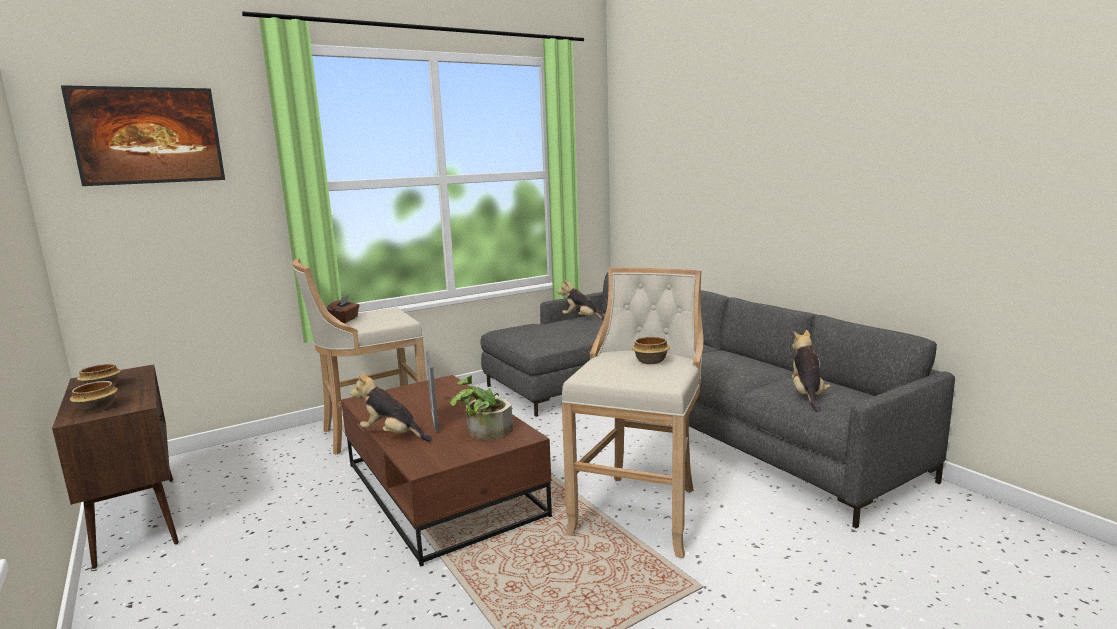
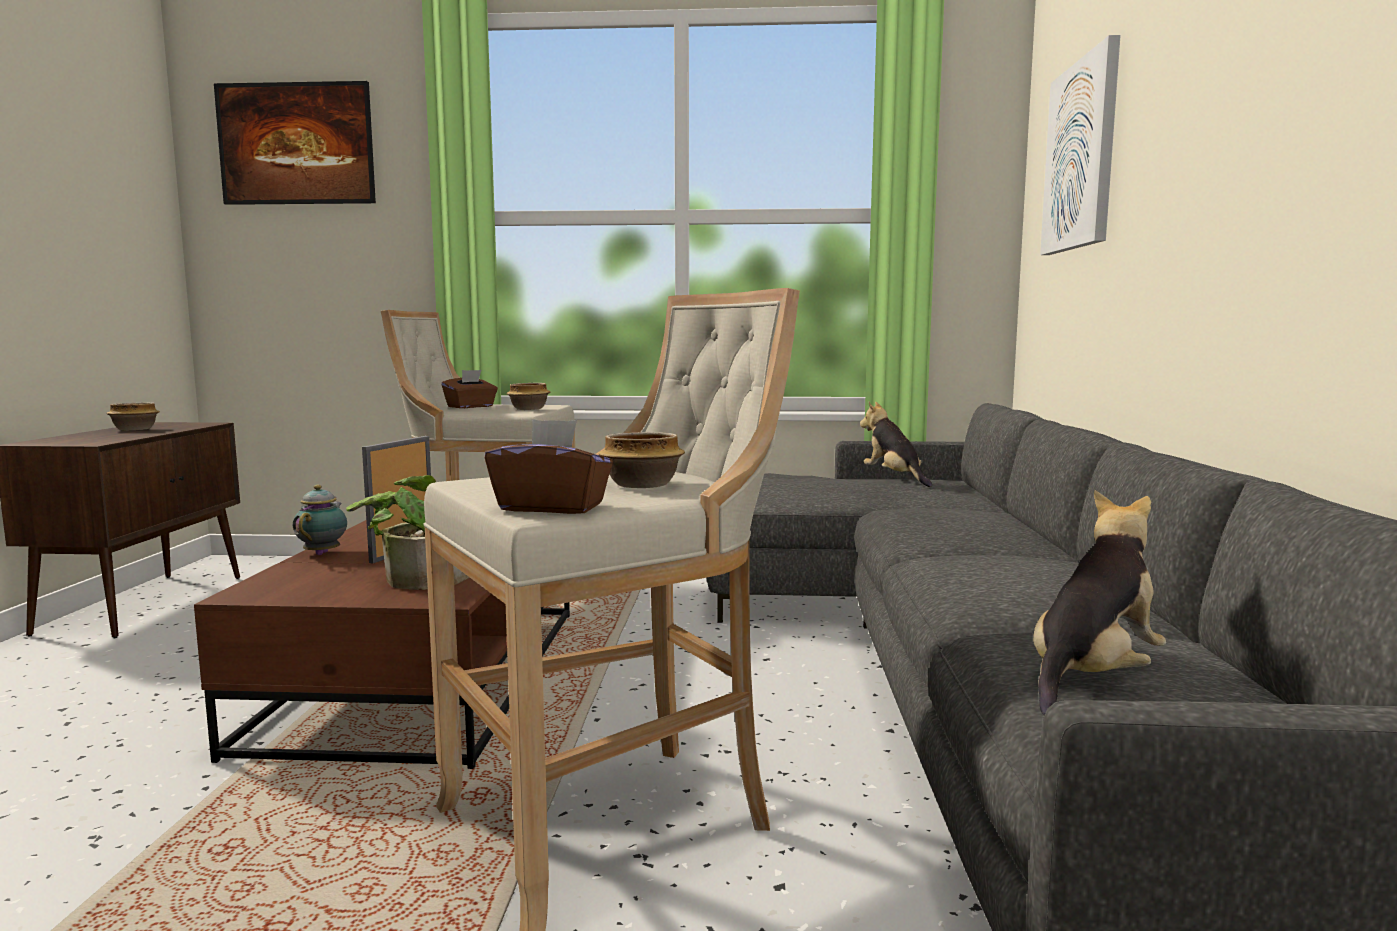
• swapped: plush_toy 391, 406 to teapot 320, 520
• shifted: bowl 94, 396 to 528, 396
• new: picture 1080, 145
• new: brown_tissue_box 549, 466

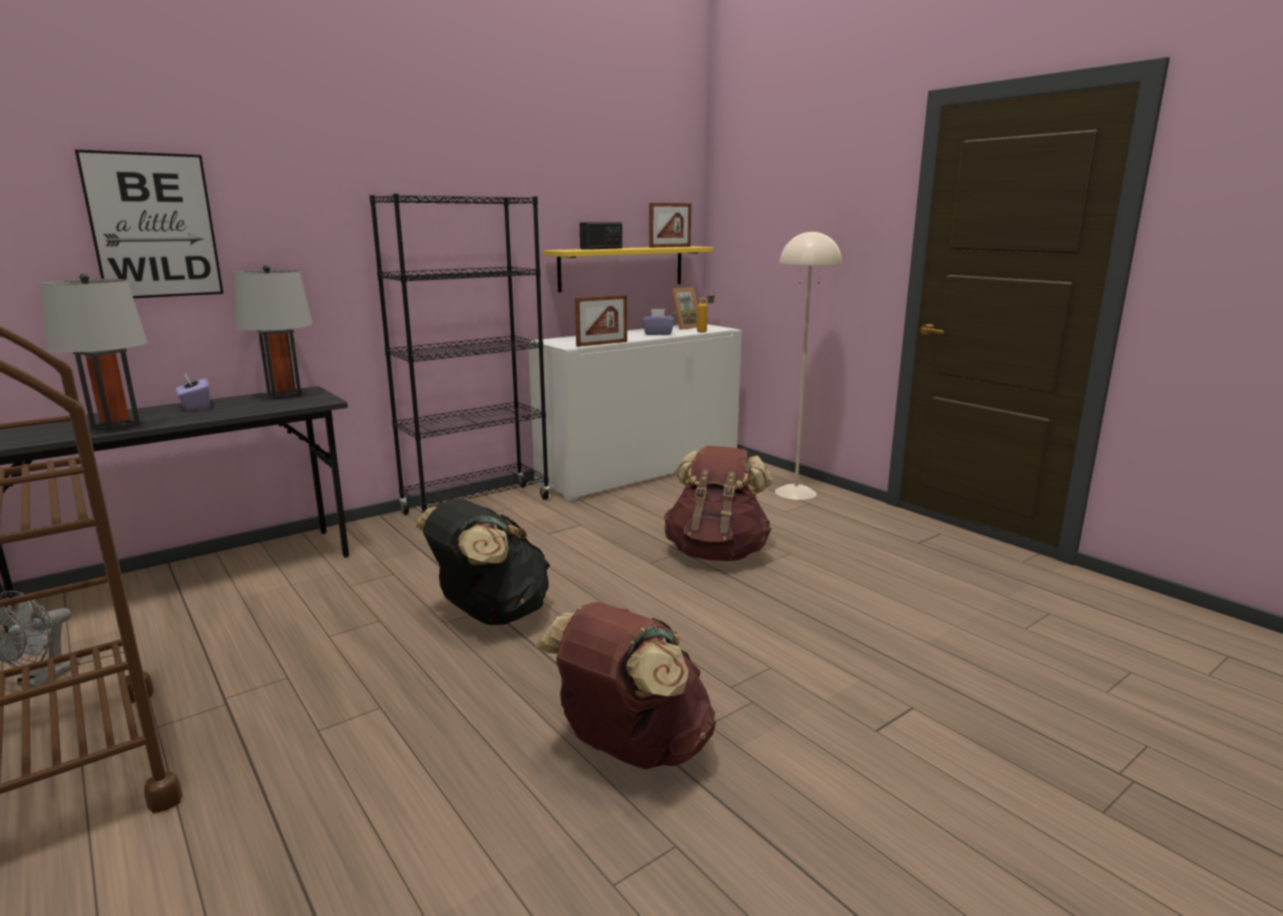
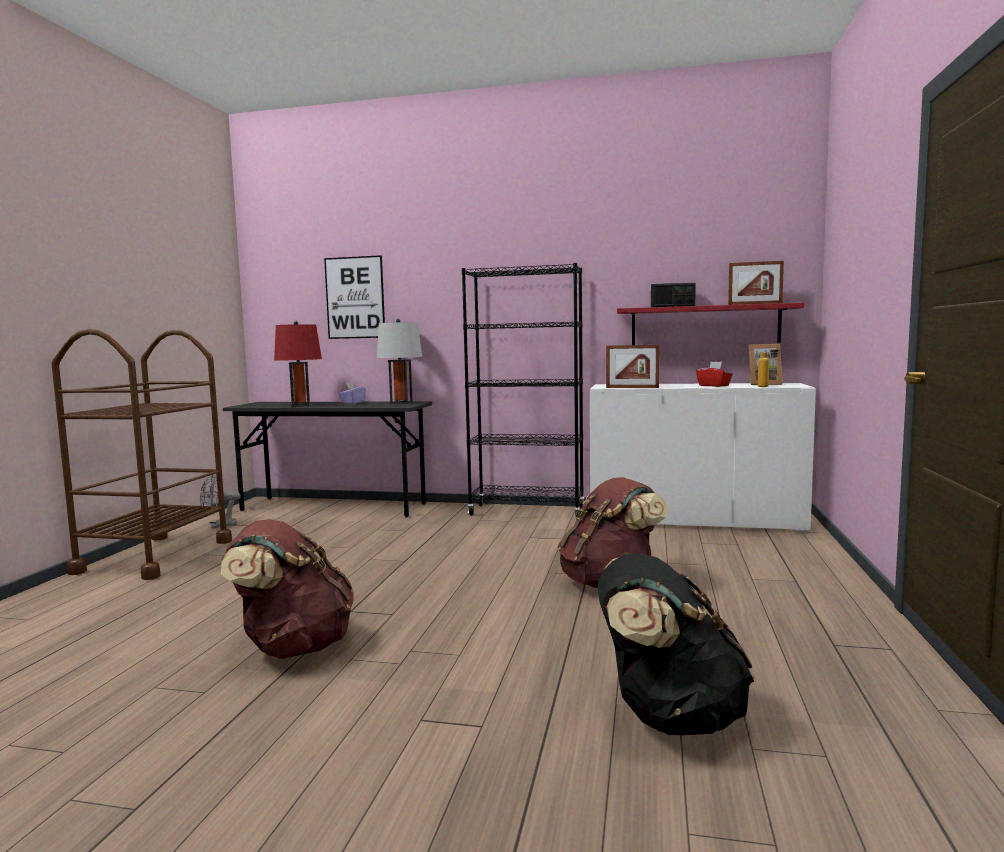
• gone: beige_floor_lamp 808, 365
• repainted: yellow_shelf 628, 269 to red_shelf 710, 324
• repainted: grey_table_lamp 94, 352 to red_table_lamp 298, 364
• repainted: purple_tissue_box 658, 322 to red_tissue_box 714, 374
• shifted: black_backpack 482, 562 to 676, 644

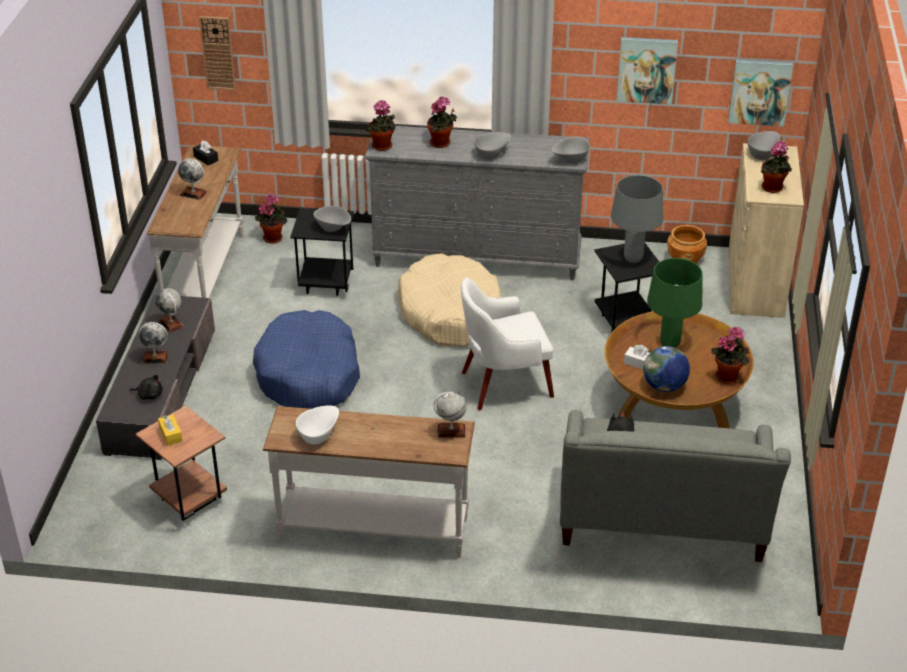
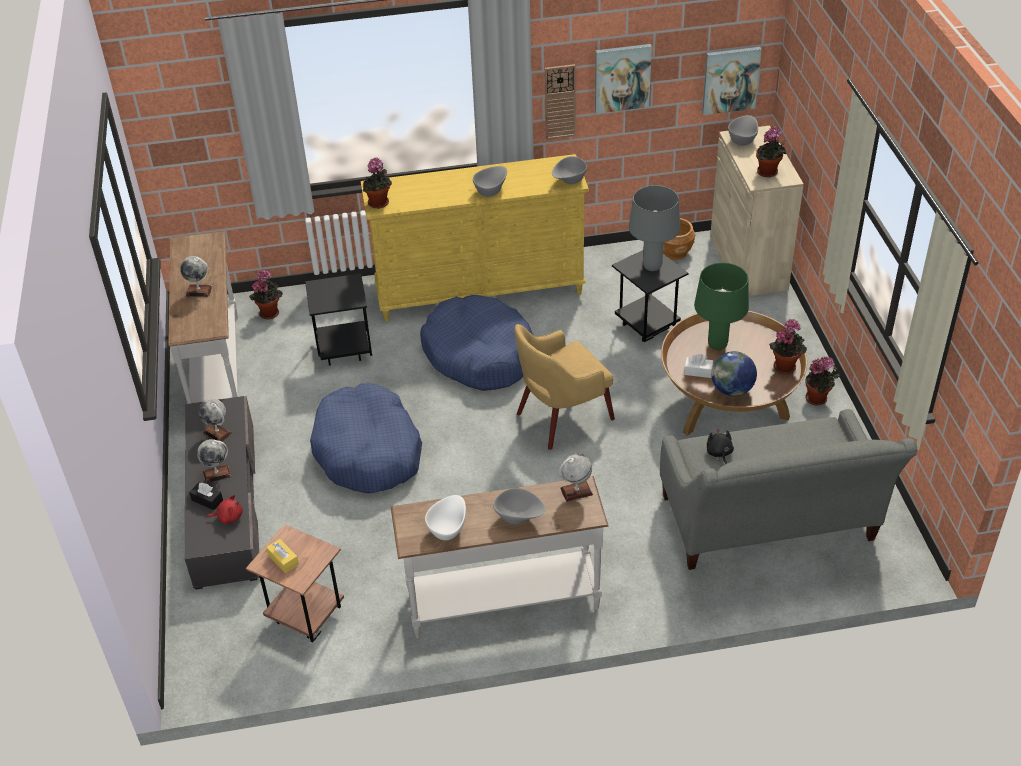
• shifted: wall_clock 217, 53 to 560, 102
• shifted: potted_plant 442, 122 to 822, 380
• repainted: grey_dresser 477, 203 to yellow_dresser 475, 237
• shifted: black_tissue_box 205, 153 to 206, 496
• shifted: grey_bowl 332, 219 to 519, 506
• repainted: beige_dog_bed 449, 300 to blue_dog_bed 477, 343
• repainted: white_armchair 507, 343 to yellow_armchair 564, 387
• repainted: black_plush_toy 146, 387 to red_plush_toy 225, 509

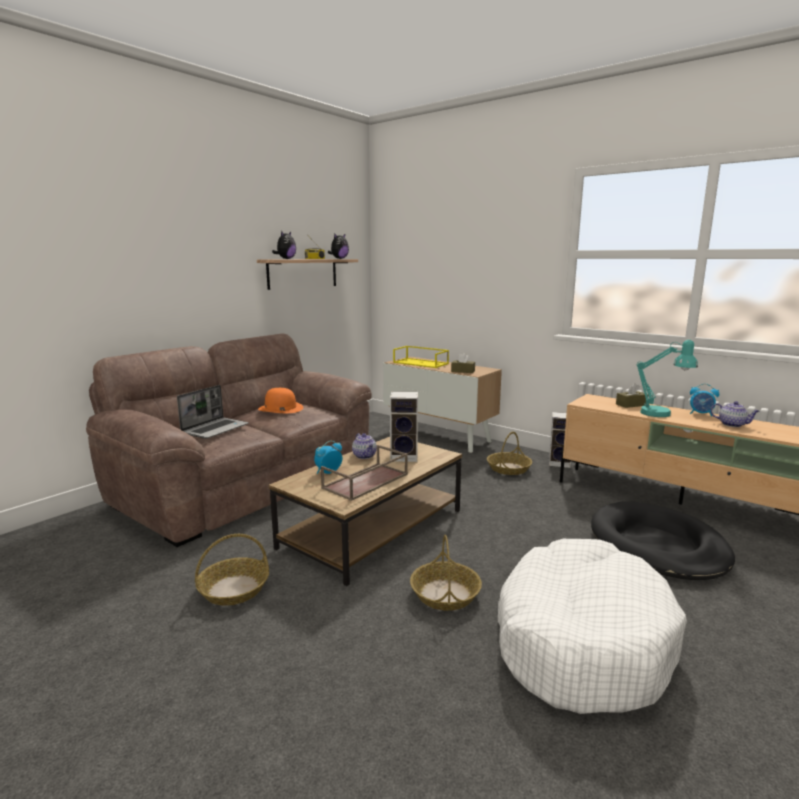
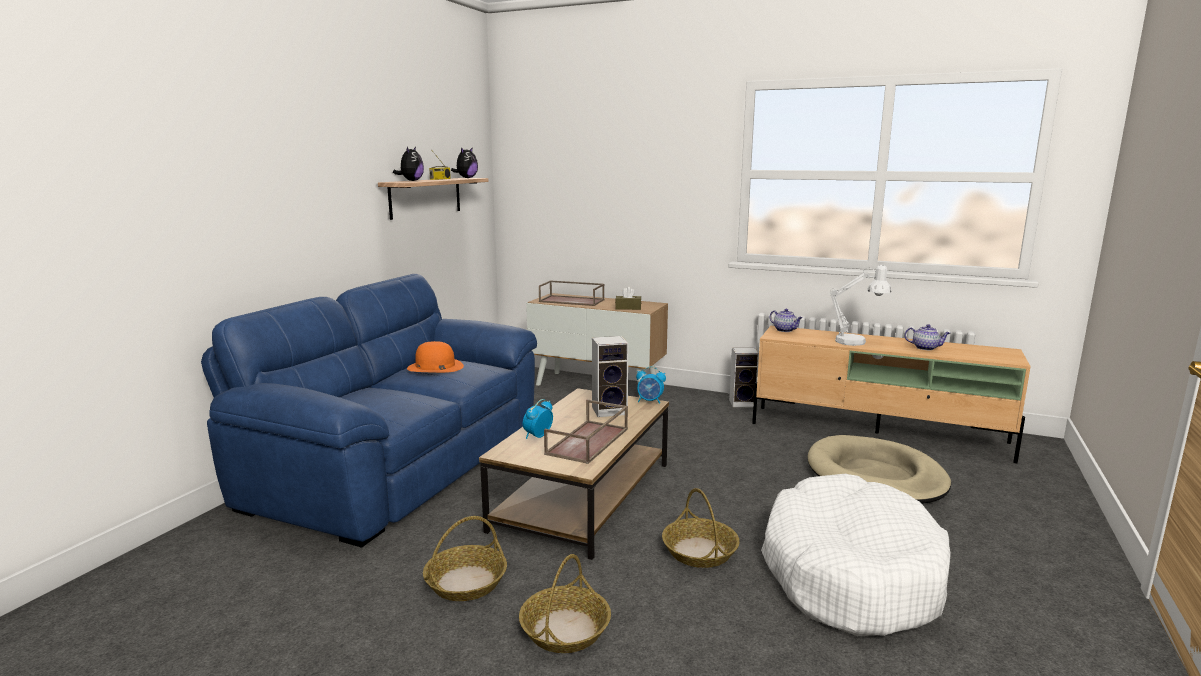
• repainted: brown_sofa 229, 440 to blue_sofa 369, 411
• repainted: turquoise_table_lamp 667, 378 to white_table_lamp 860, 305
• repainted: yellow_tray 421, 357 to brown_tray 572, 293
• gone: brown_tissue_box 632, 395
• shifted: alarm_clock 704, 400 to 651, 385
• gone: laptop 212, 412
• shifted: basket 509, 453 to 565, 603
• shifted: teapot 364, 446 to 786, 320
• repainted: black_dog_bed 663, 540 to beige_dog_bed 879, 469

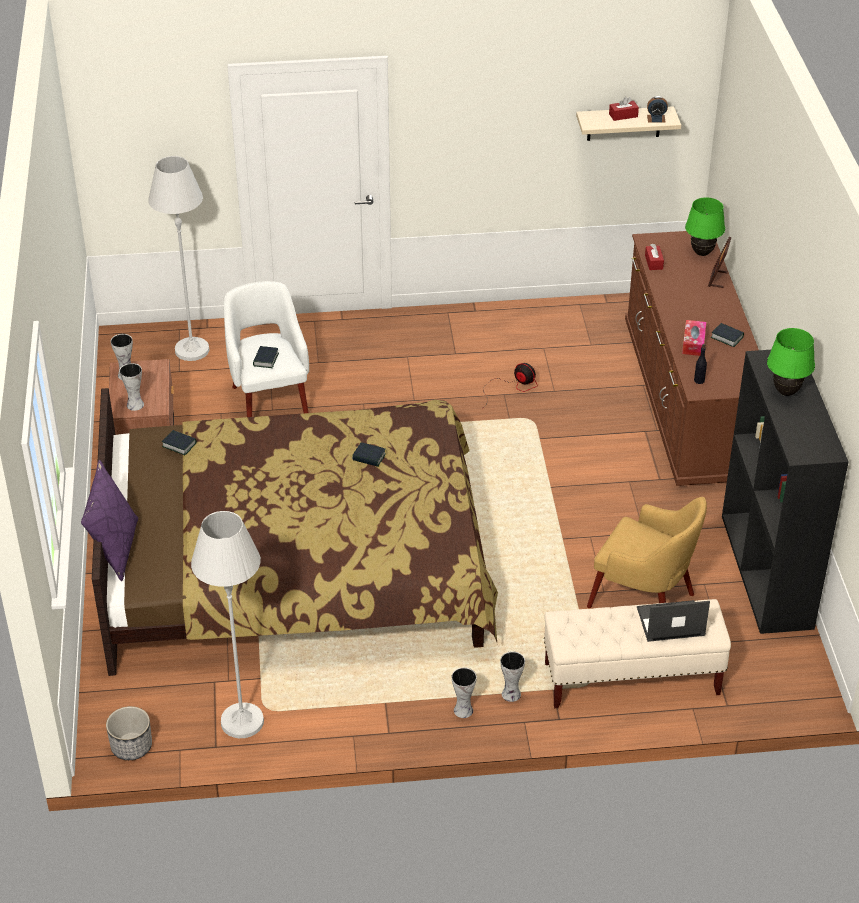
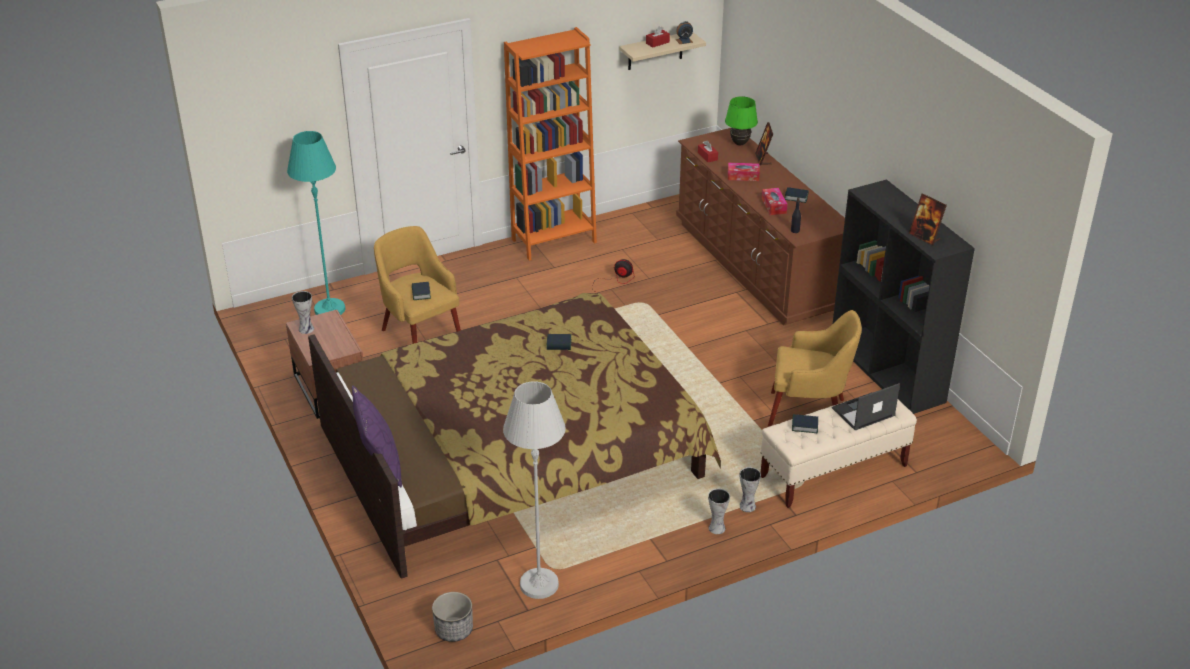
• repainted: white_floor_lamp 178, 258 to turquoise_floor_lamp 316, 223
• repainted: white_armchair 266, 349 to yellow_armchair 417, 285
• gone: green_table_lamp 791, 362
• gone: vase 131, 387
• shifted: book 179, 442 to 805, 423
• new: orange_bookcase 550, 144
• new: tissue_box 744, 172
• new: picture_frame 928, 219

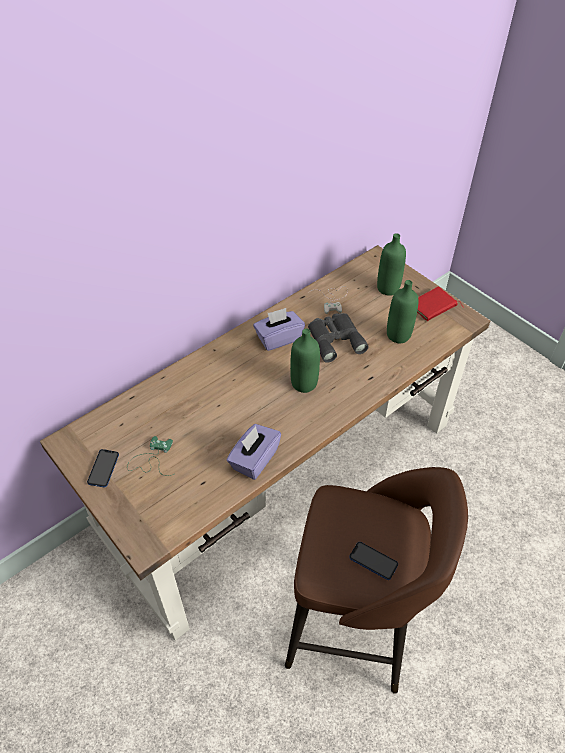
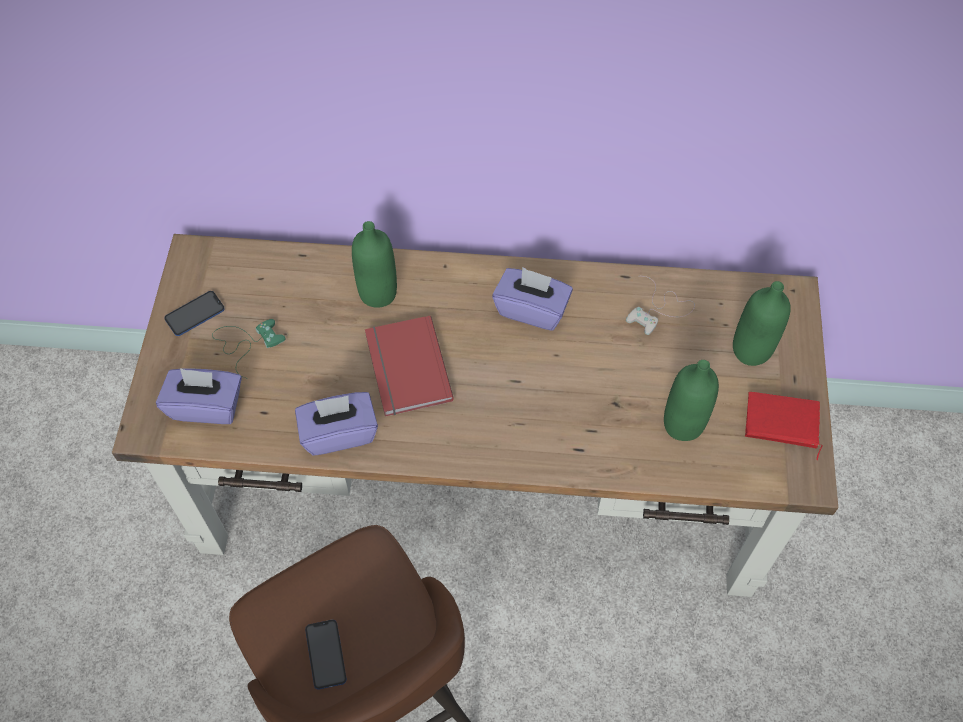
• gone: grey_binoculars 338, 338
• shifted: green_bottle 305, 361 to 374, 264
• new: red_book 409, 366
• new: purple_tissue_box 199, 396

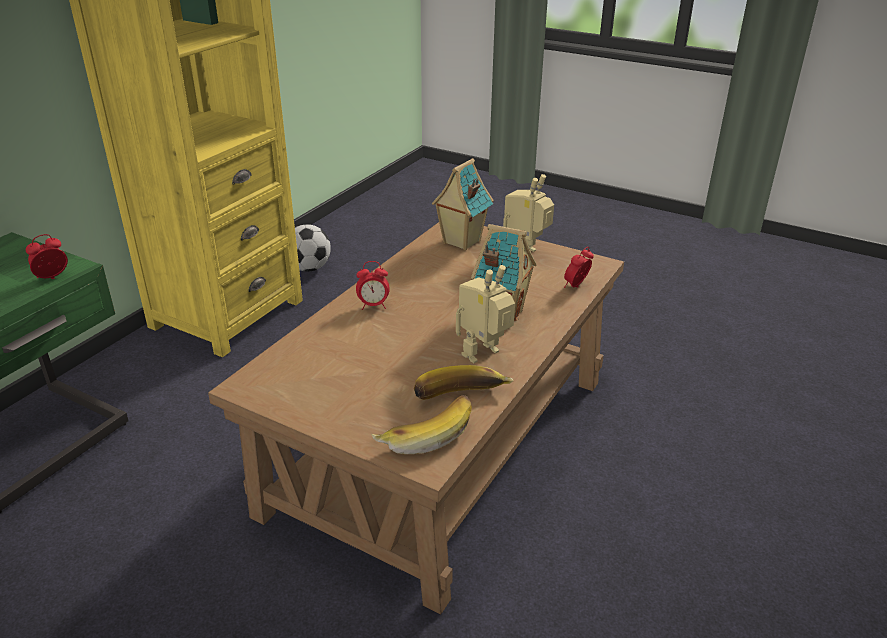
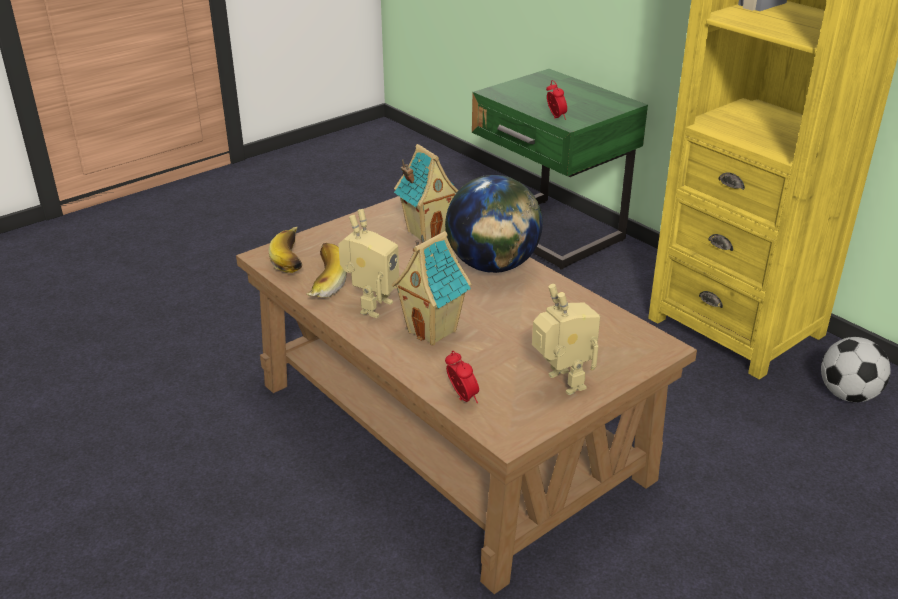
• shifted: toy_house 463, 204 to 426, 192
• swapped: alarm_clock 373, 285 to globe 494, 224
• rotated: toy_robot 485, 314 = 368, 263 45 degrees clockwise

